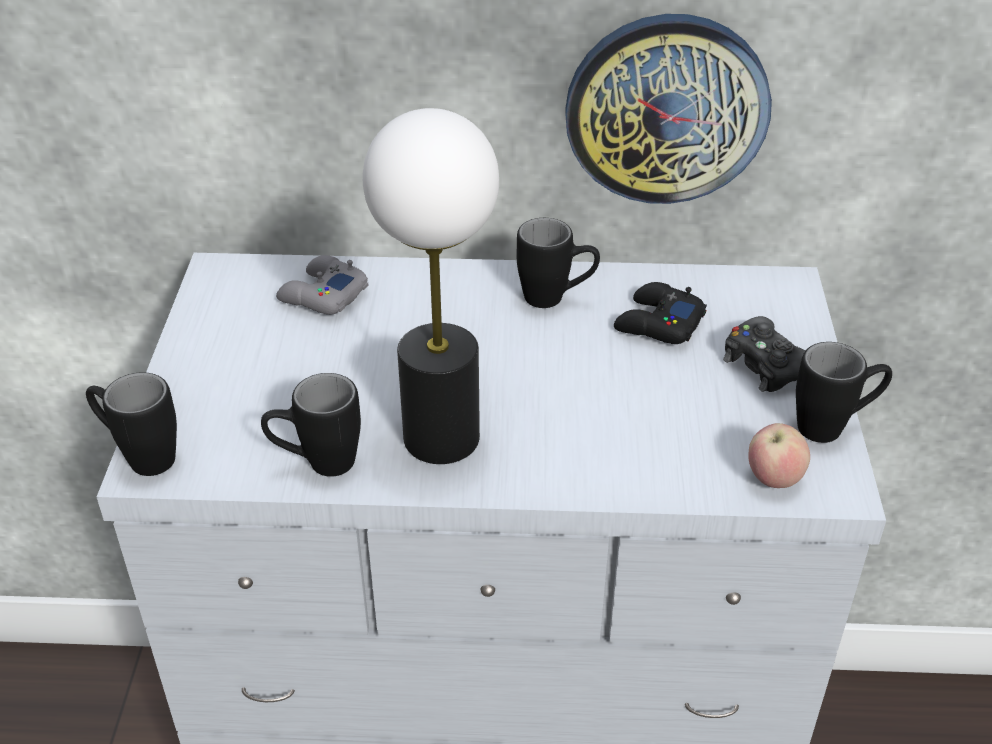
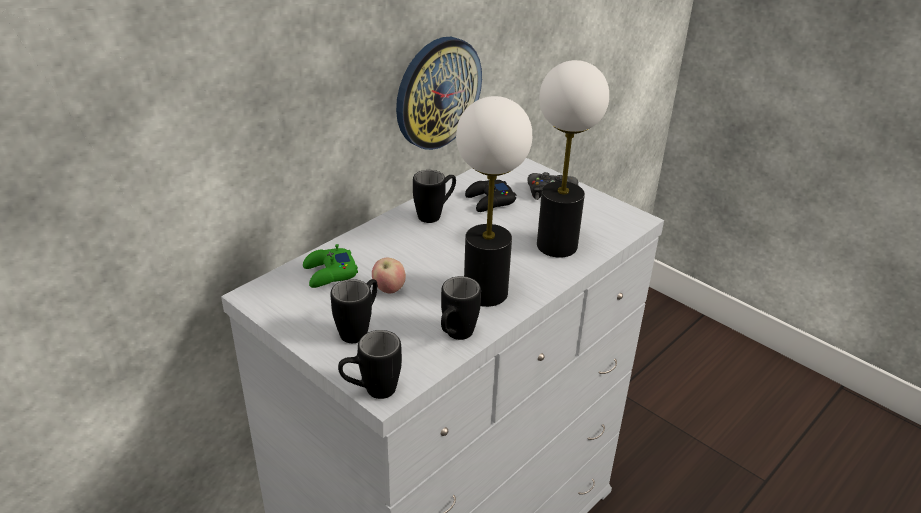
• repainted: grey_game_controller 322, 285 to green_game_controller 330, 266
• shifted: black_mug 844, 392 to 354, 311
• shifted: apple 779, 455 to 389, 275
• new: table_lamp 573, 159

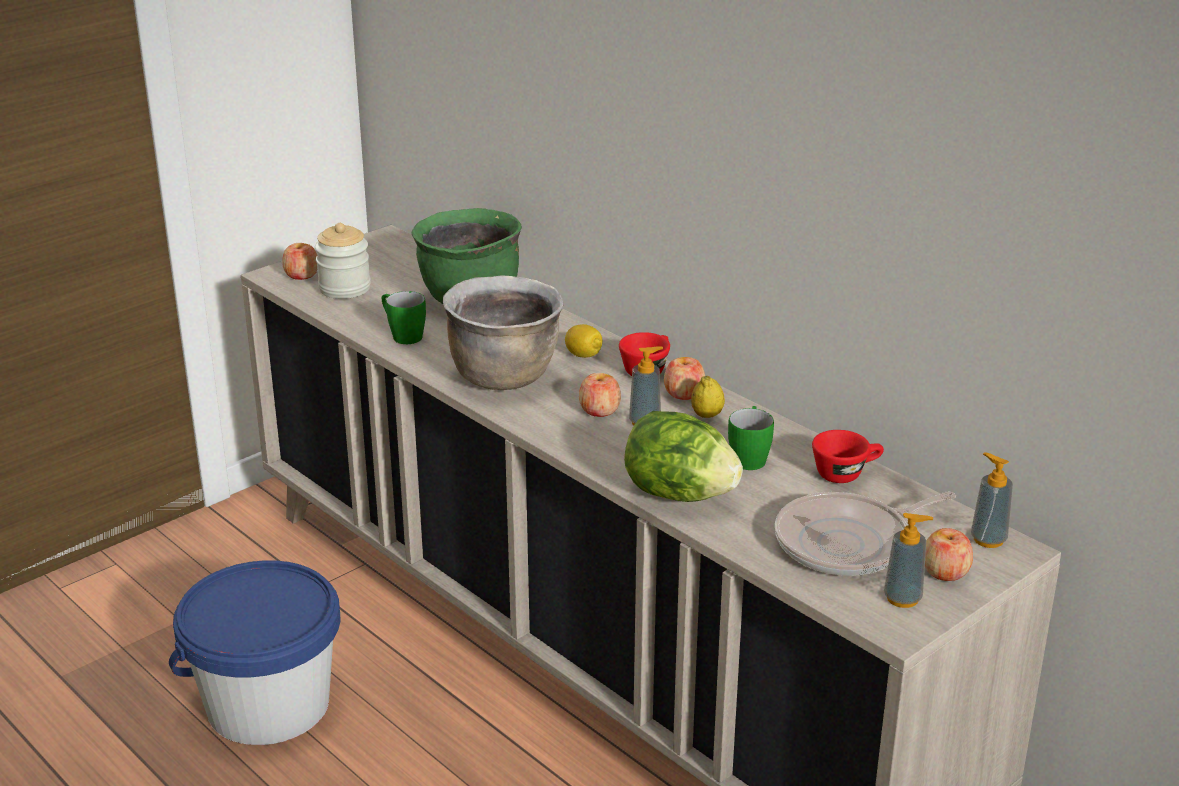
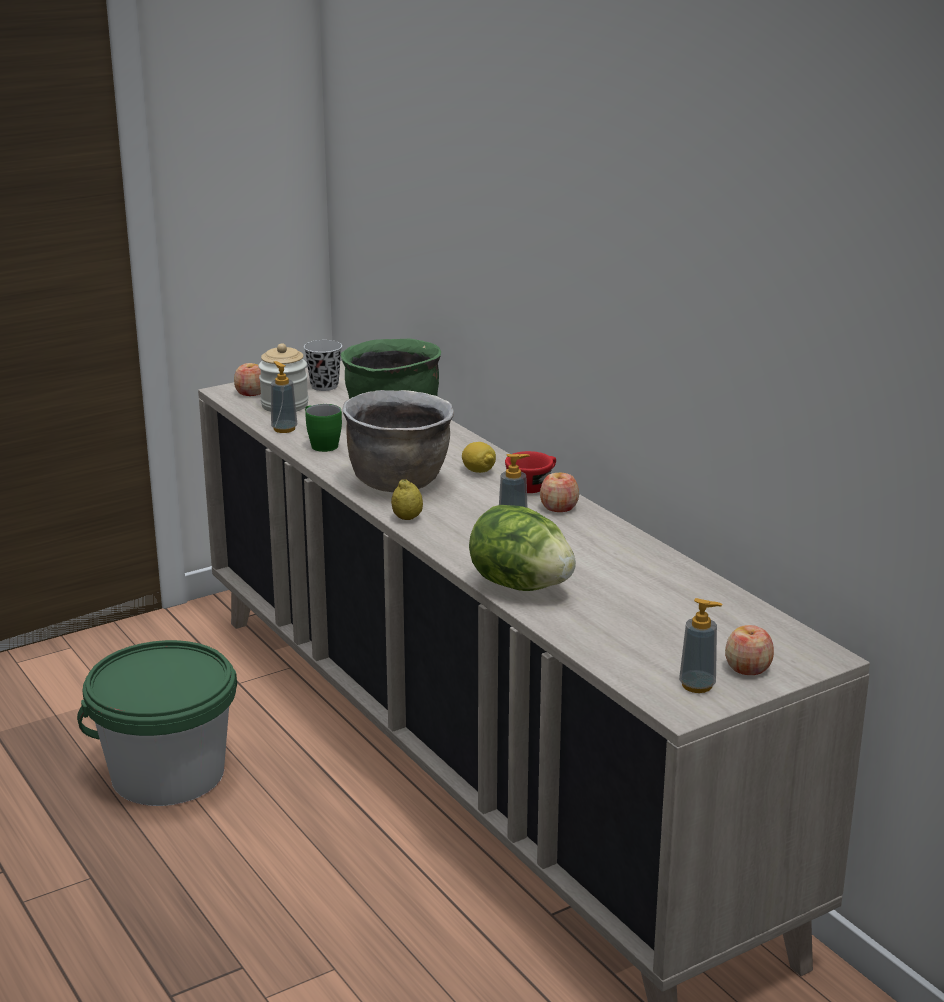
• gone: apple 600, 395
• shifted: lemon 708, 397 to 407, 499
• gone: green_mug 751, 438
• gone: red_cup 848, 456
• shifted: soap_dispenser 992, 500 to 284, 397
• gone: frying_pan 865, 533
• repainted: blue_bucket 255, 652 to green_bucket 157, 723
• new: black_cup 323, 365

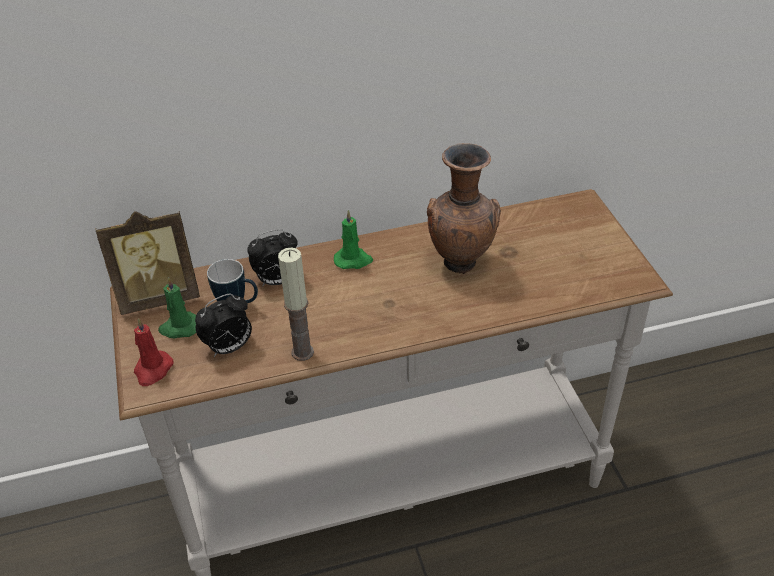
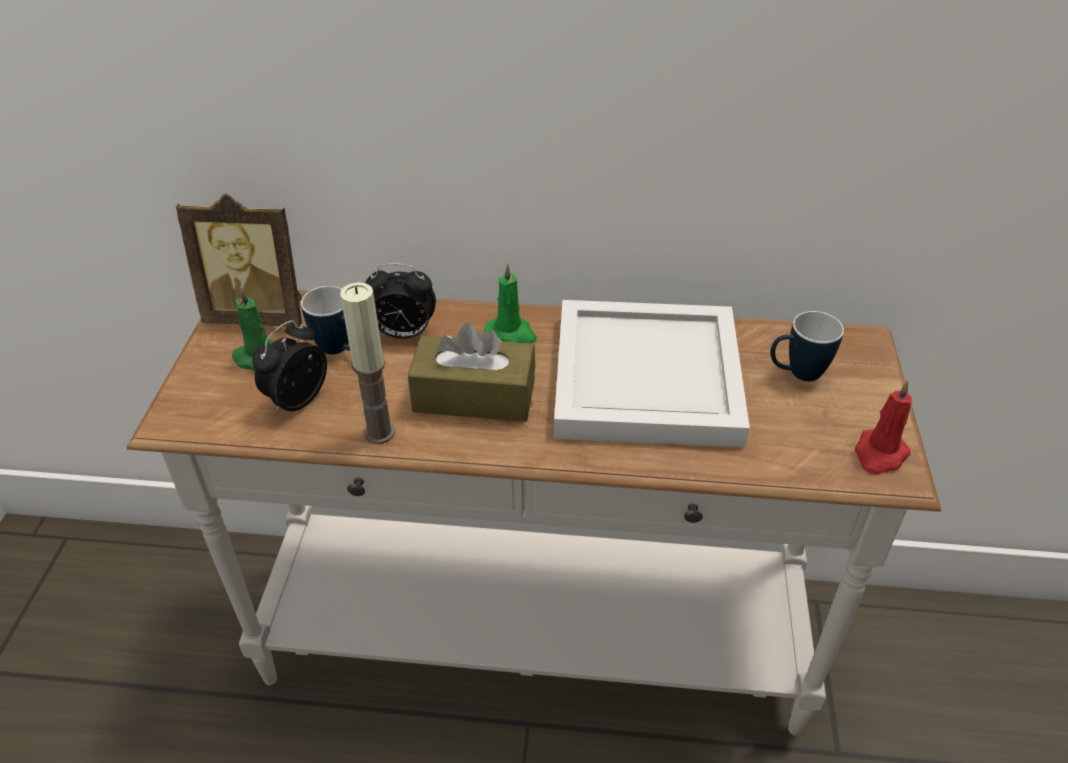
• swapped: brown_vase 464, 208 to white_tray 652, 374
• rotated: alarm_clock 223, 325 = 289, 366 135 degrees clockwise
• shifted: red_candle 154, 352 to 883, 427
• new: mug 807, 346
• new: brown_tissue_box 471, 372

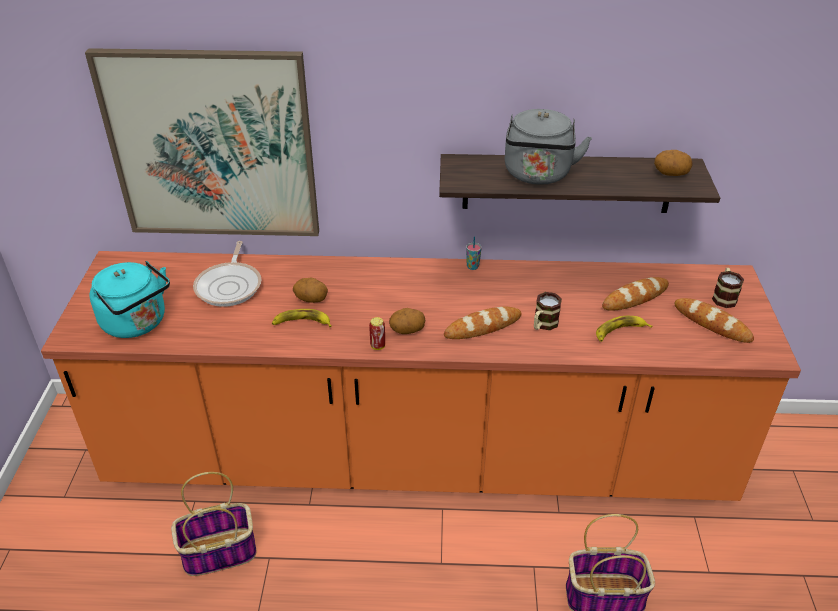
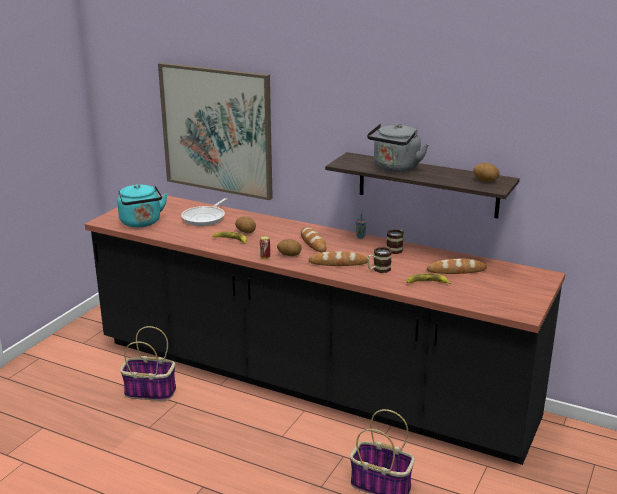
• repainted: orange_counter 421, 376 to black_counter 325, 329
• shifted: mug 728, 288 to 395, 242
• shifted: bread 714, 320 to 314, 239

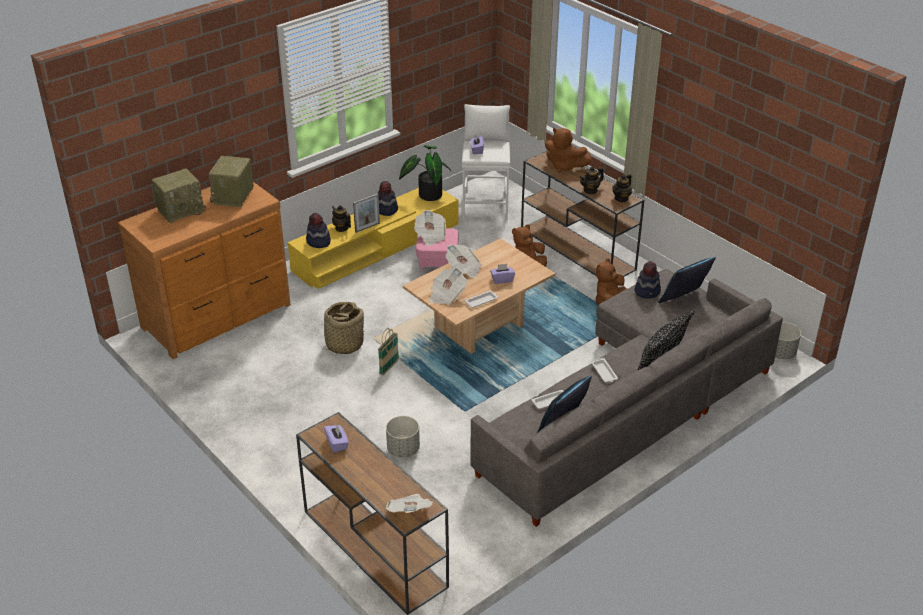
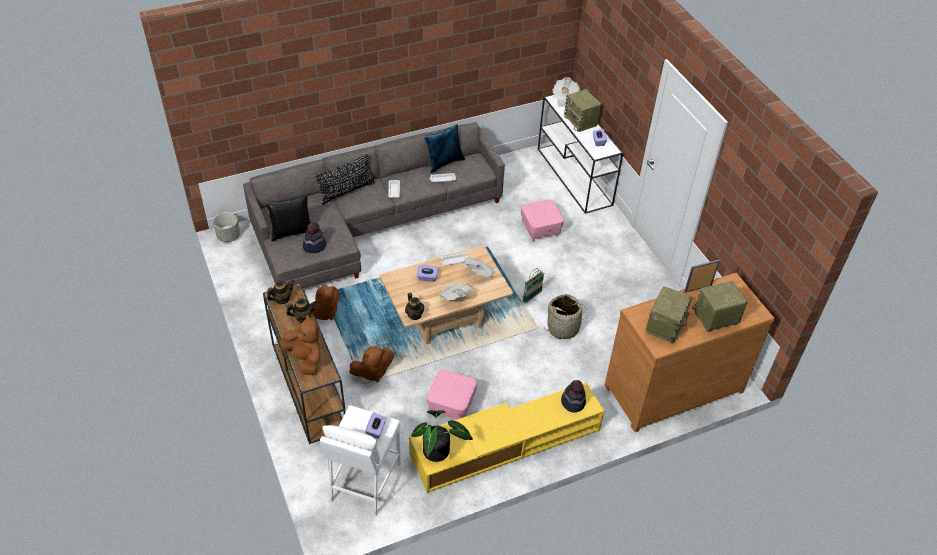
• gone: hat 388, 198
• shifted: picture_frame 366, 213 to 702, 276
• shifted: teapot 341, 218 to 414, 306
• gone: newspaper 430, 228
• repainted: blue_pillow 687, 280 to black_pillow 288, 218
• repainted: brown_console_table 372, 513 to white_console_table 580, 154
• swapped: grey_planter 403, 437 to pink_ottoman 542, 220
• new: radio 583, 110

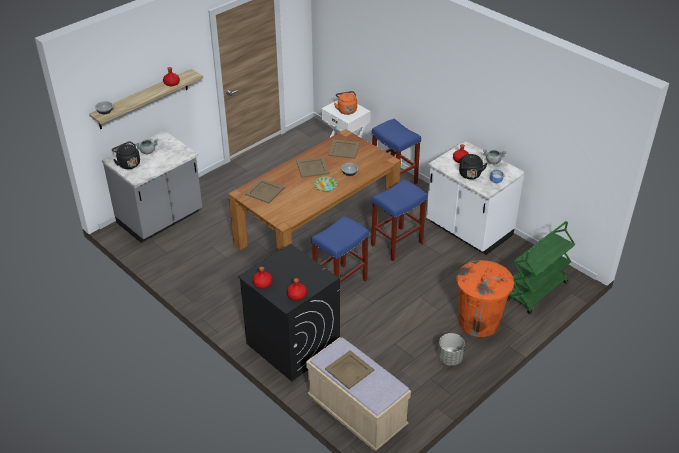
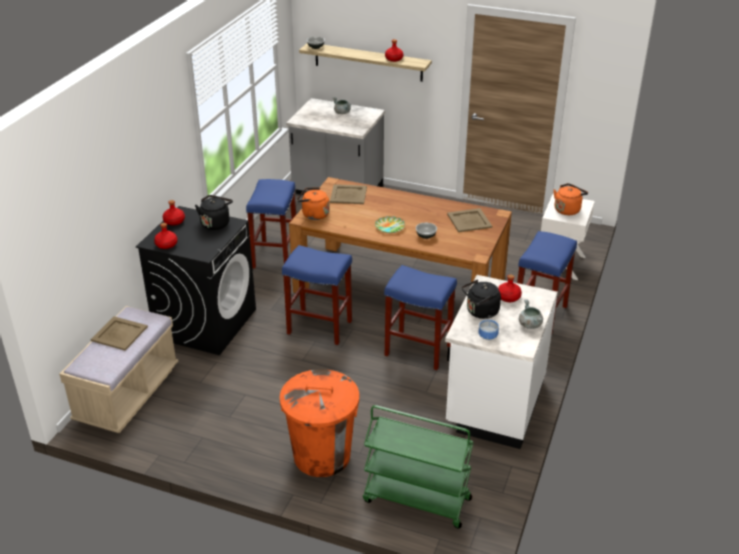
• shifted: black_kettle 126, 155 to 214, 212
• gone: beige_tray 312, 167
• gone: grey_planter 451, 349
• new: blue_stool 271, 224
• new: orange_kettle 313, 203

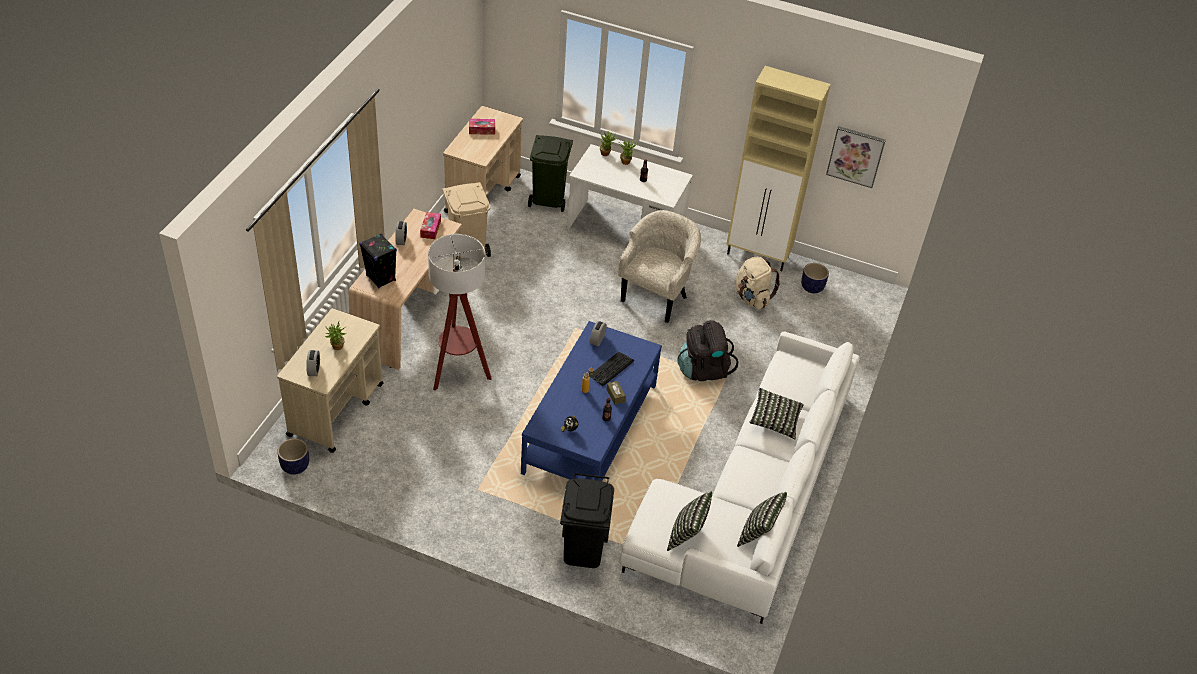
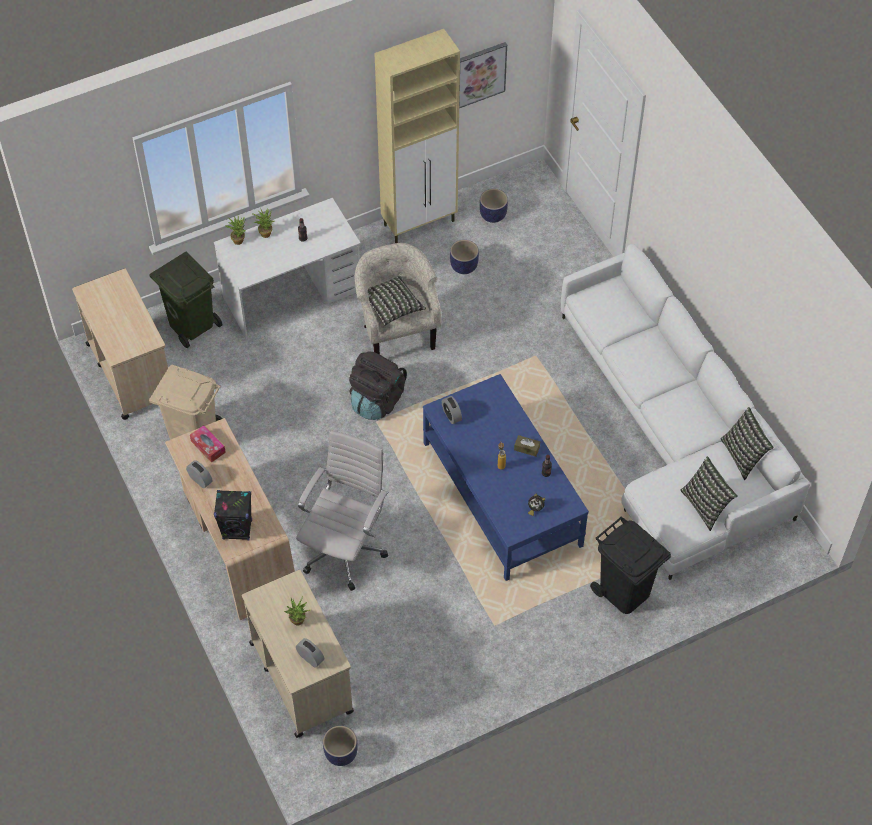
• gone: tissue_box 482, 127
• swapped: floor_lamp 460, 312 to white_office_chair 342, 510
• swapped: beige_backpack 758, 283 to planter 464, 257
• shifted: black_backpack 707, 350 to 378, 385
• gone: keyboard 611, 369
• shifted: pillow 776, 413 to 397, 301

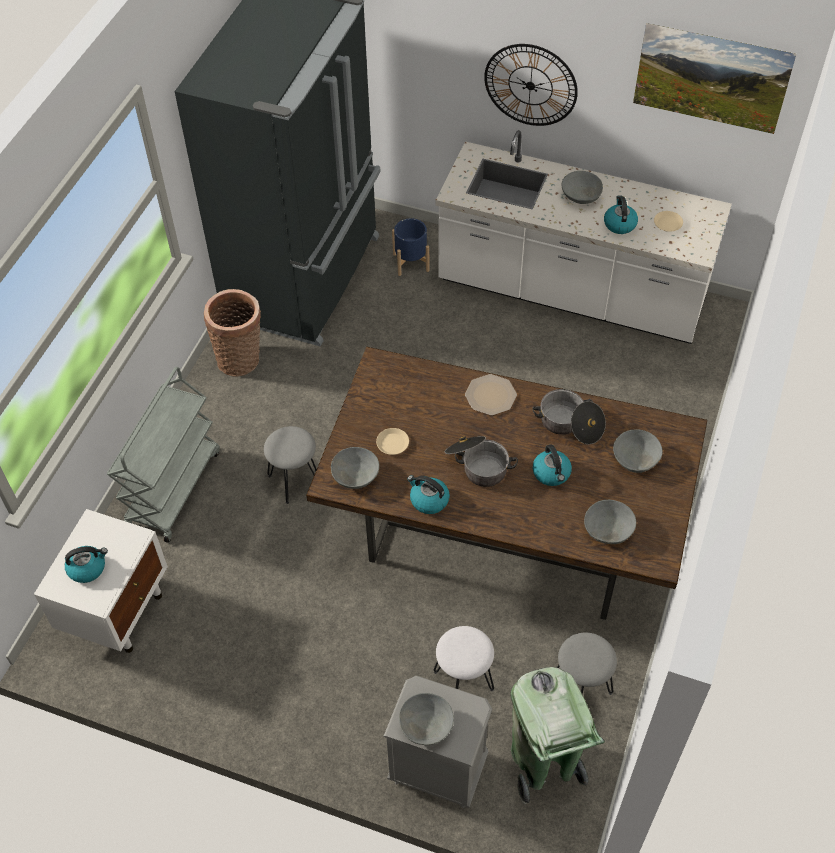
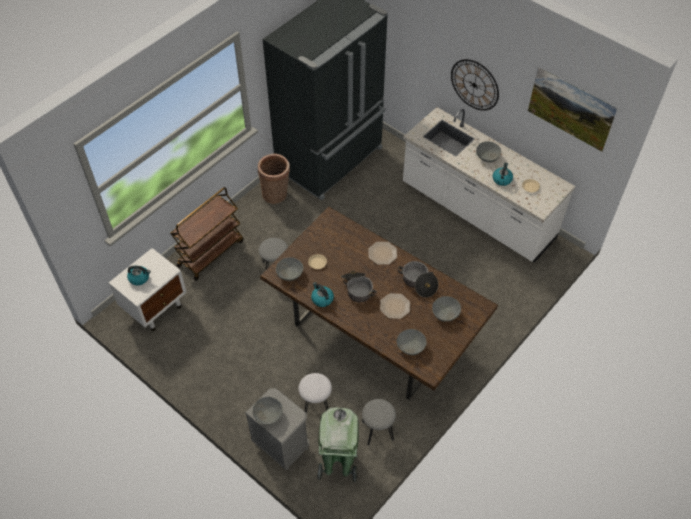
• gone: blue_planter 410, 247
• repainted: grey_cart 163, 455 to brown_cart 206, 234
• swapped: kettle 552, 465 to plate 395, 306

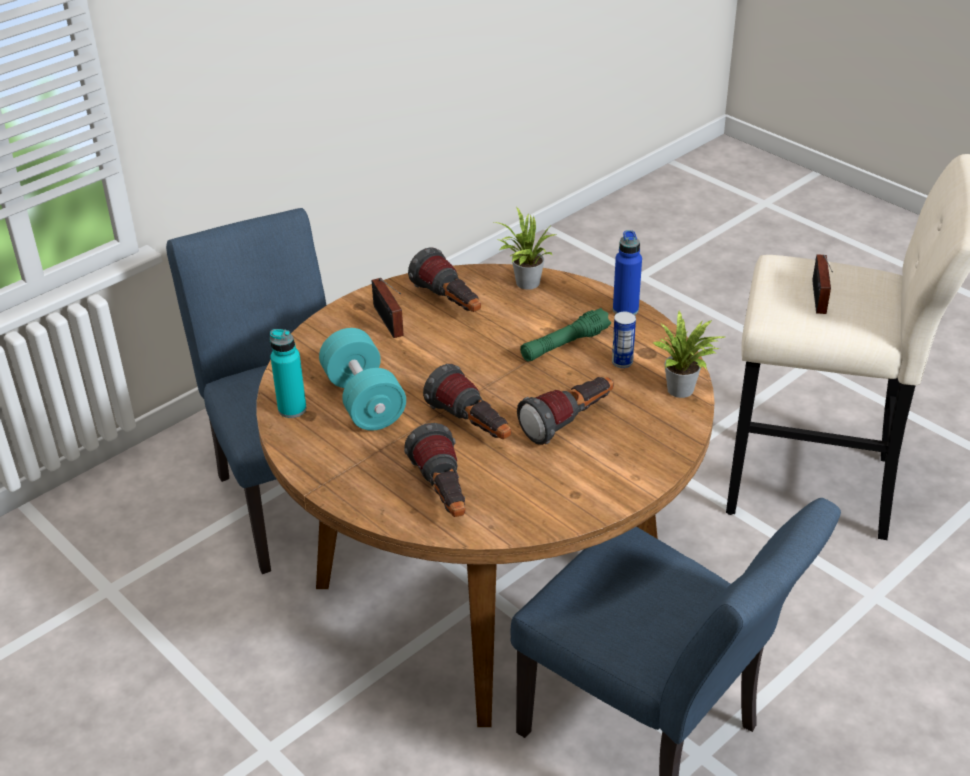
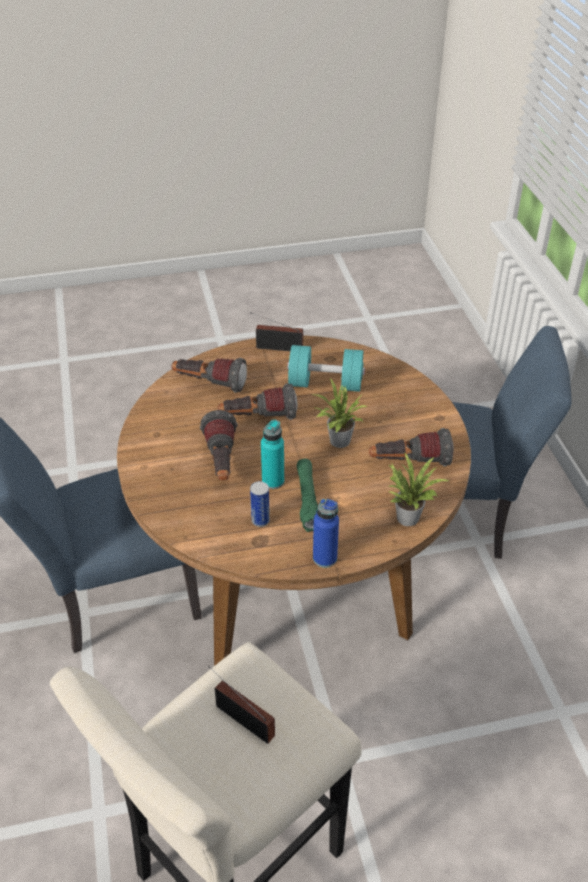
• shifted: radio 388, 308 to 276, 331
• shifted: potted_plant 688, 354 to 340, 413
• shifted: turquoise_bottle 288, 373 to 272, 454

